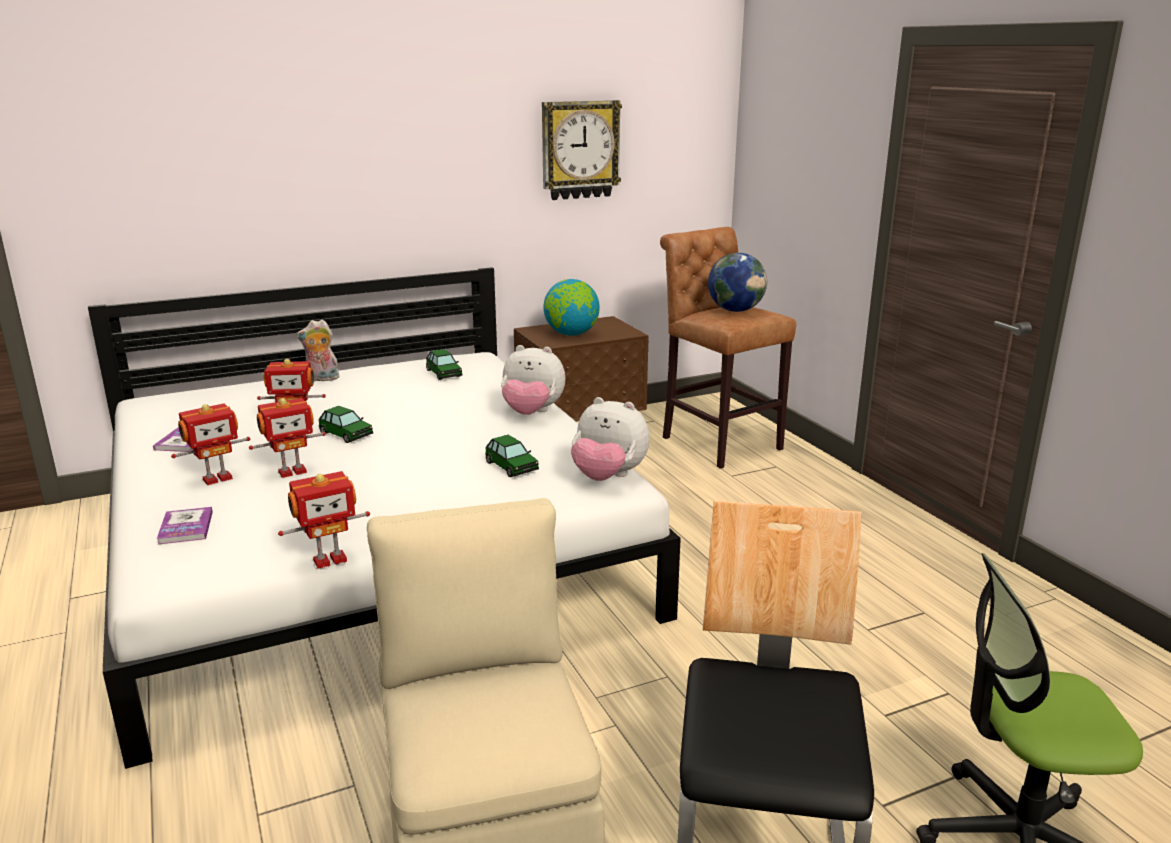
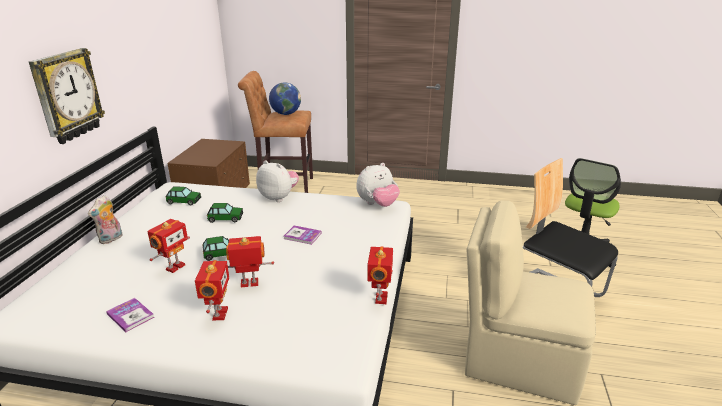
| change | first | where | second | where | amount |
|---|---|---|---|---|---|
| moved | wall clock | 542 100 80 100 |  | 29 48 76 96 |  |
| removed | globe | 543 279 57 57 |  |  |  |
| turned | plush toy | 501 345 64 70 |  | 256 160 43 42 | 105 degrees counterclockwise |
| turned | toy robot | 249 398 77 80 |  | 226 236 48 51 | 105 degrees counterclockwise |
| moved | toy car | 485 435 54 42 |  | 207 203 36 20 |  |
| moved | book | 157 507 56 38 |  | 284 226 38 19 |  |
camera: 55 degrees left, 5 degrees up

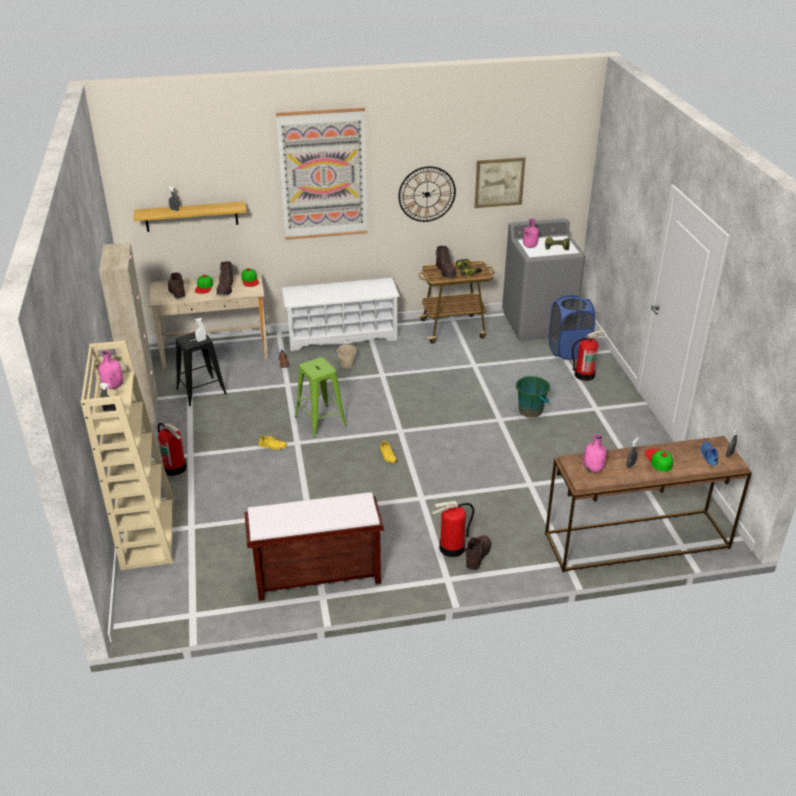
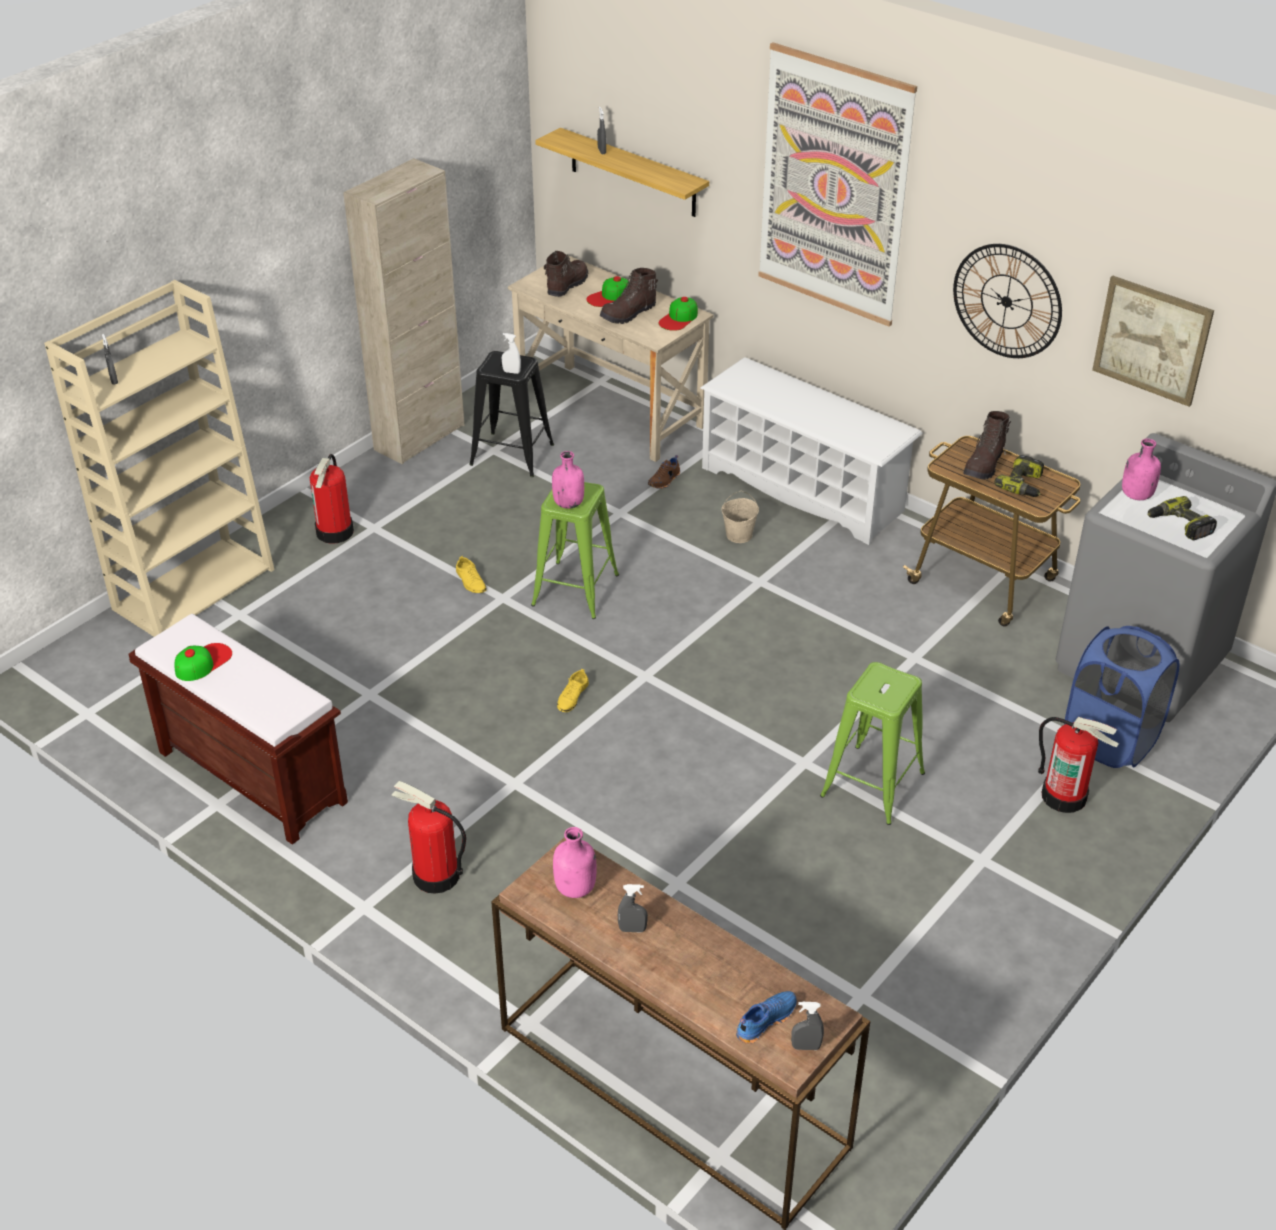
| change | first | where | second | where | amount |
|---|---|---|---|---|---|
| moved | pink bottle | 98 350 25 39 |  | 552 451 32 58 |  |
| replaced | green bucket | 516 376 34 42 | green stool | 820 662 105 163 |  |
| moved | cap | 645 448 28 24 |  | 175 643 57 38 |  |
| removed | brown boot | 465 535 26 35 |  |  |  |
camera: 50 degrees right, 5 degrees up

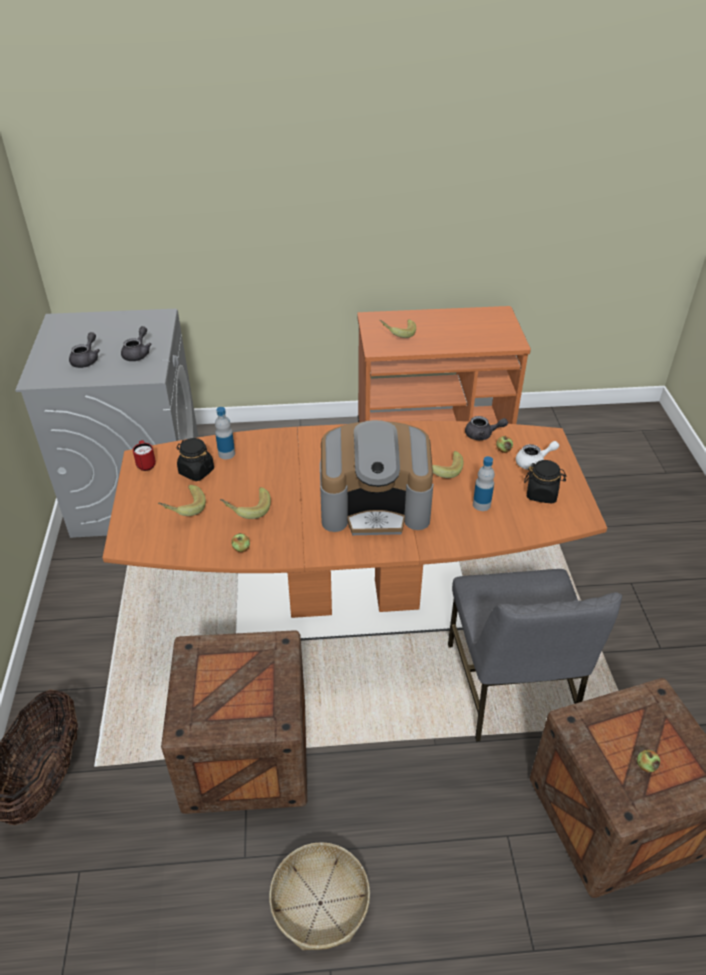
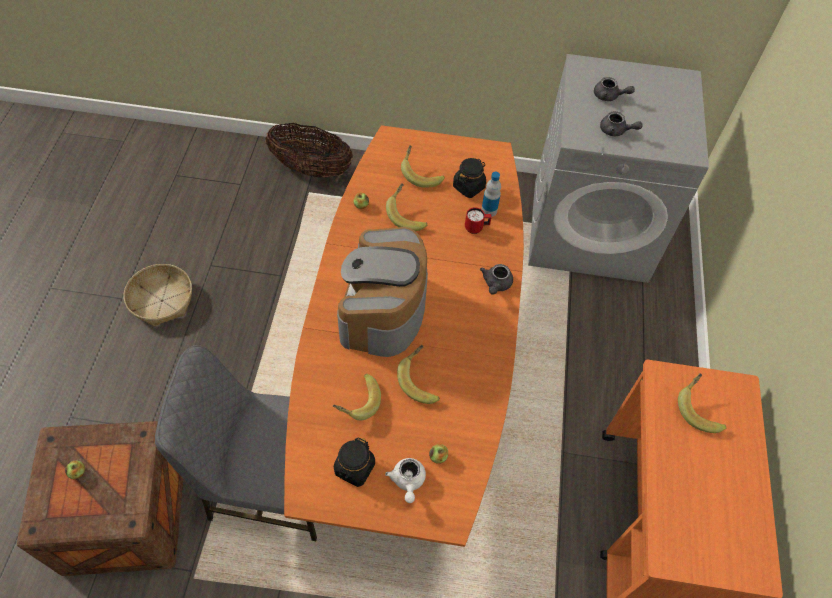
| change | first | where | second | where | amount |
|---|---|---|---|---|---|
| moved | grey teapot | 465 416 43 24 |  | 480 264 33 31 |  |
| moved | red mug | 133 440 23 31 |  | 465 207 27 27 |  |
| replaced | bottle | 473 456 22 55 | banana | 333 374 48 46 |  |
| removed | crate | 161 630 146 184 |  |  |  |
camera: 100 degrees right, 15 degrees up

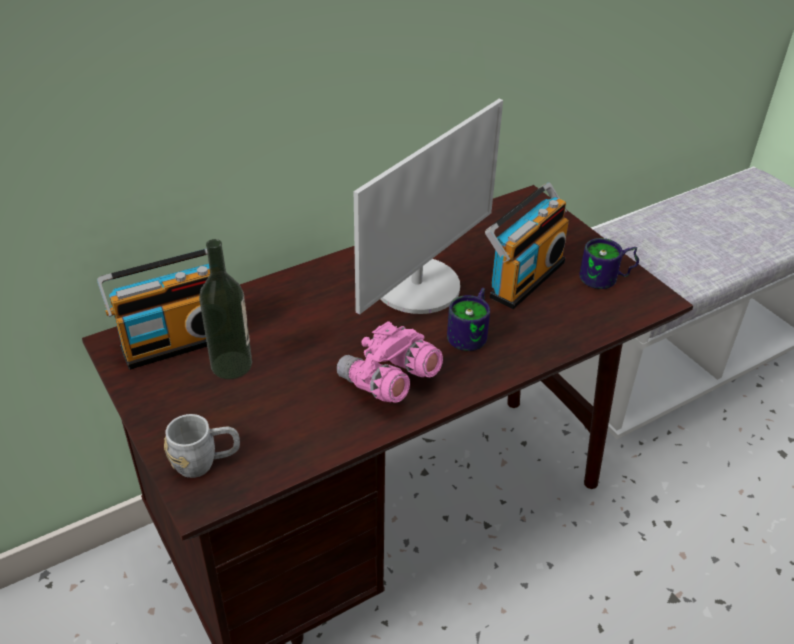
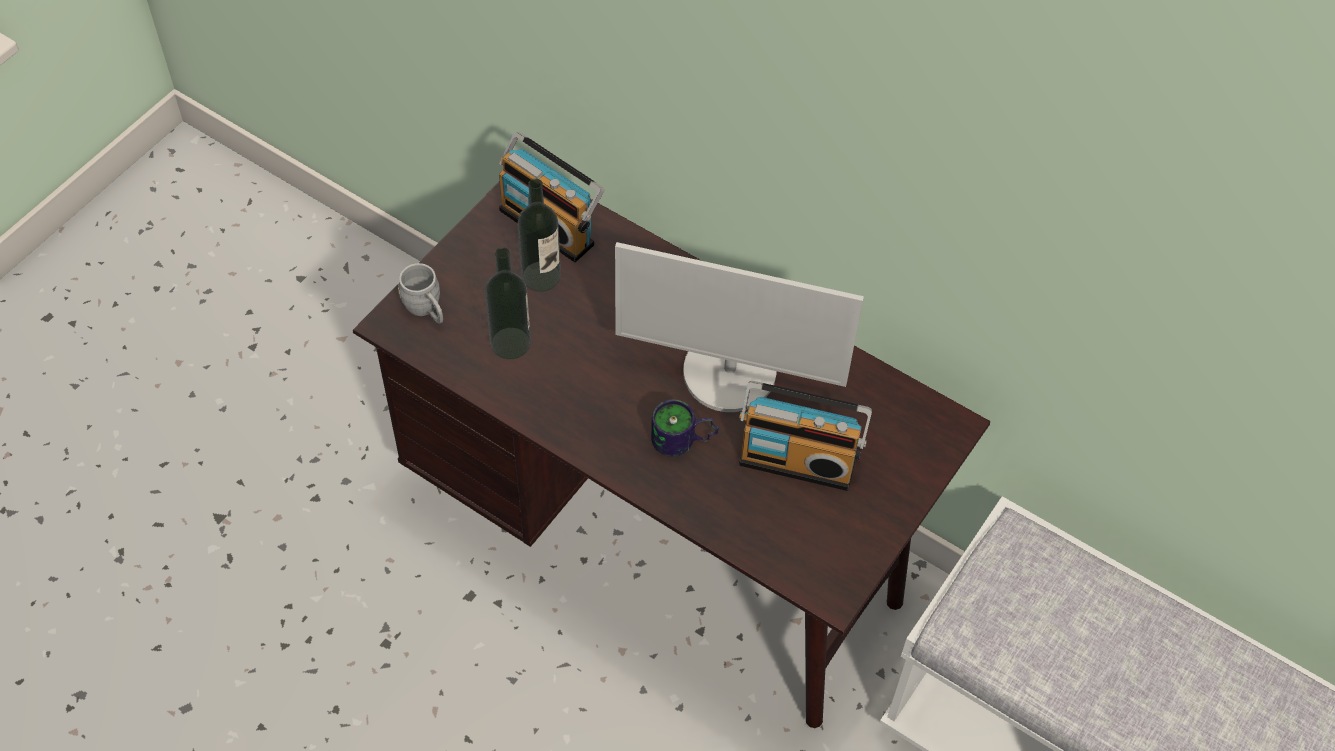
| change | first | where | second | where | amount |
|---|---|---|---|---|---|
| removed | mug | 579 238 60 51 |  |  |  |
| removed | pink binoculars | 337 321 106 82 |  |  |  |
| added |  |  | bottle | 485 247 46 112 |  |
camera: 65 degrees right, 15 degrees up

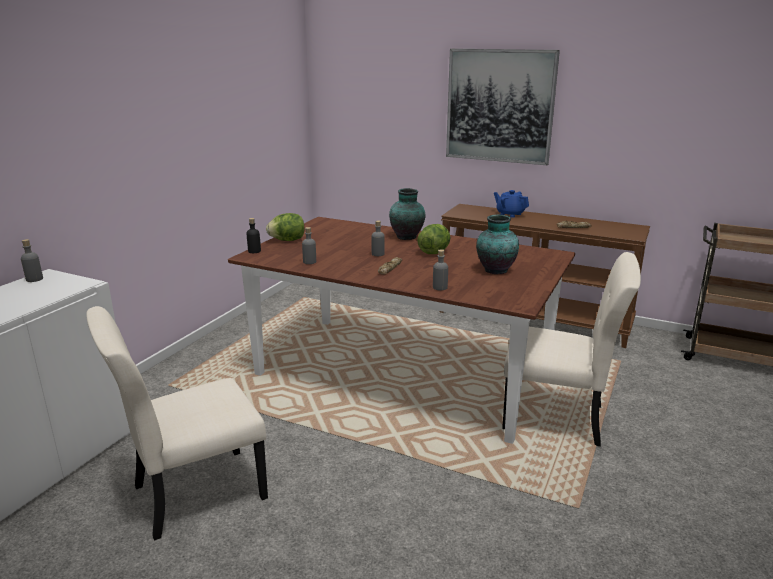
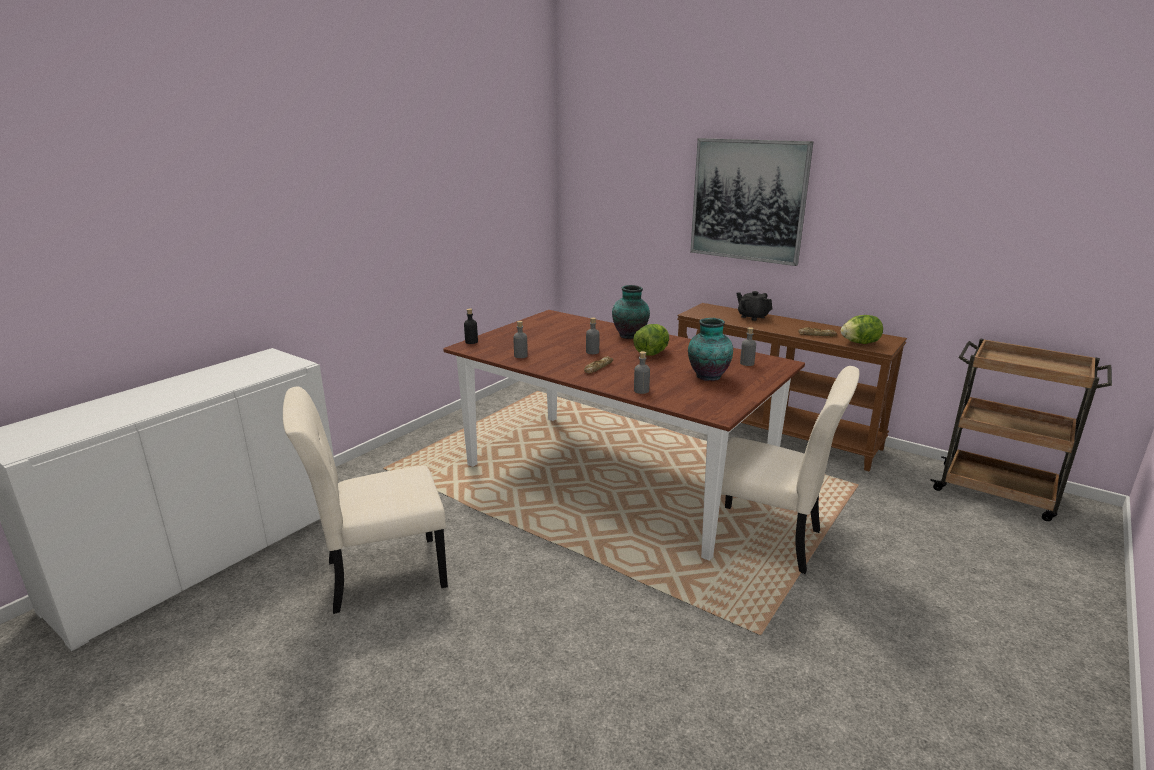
| change | first | where | second | where | amount |
|---|---|---|---|---|---|
| recoloured | blue teapot | 494 190 35 28 | black teapot | 736 291 36 30 |  |
| moved | lettuce | 266 213 38 28 |  | 841 315 42 29 |  |
| moved | grey bottle | 21 239 22 43 |  | 740 327 16 39 |  |
camera: 10 degrees right, 0 degrees up

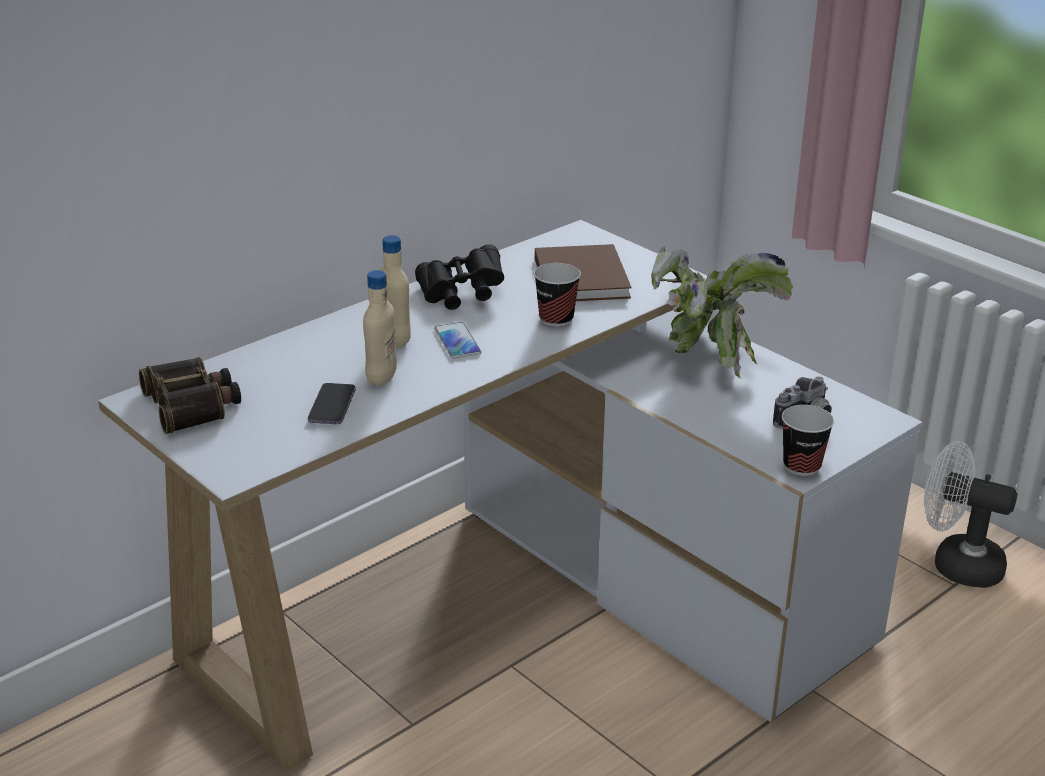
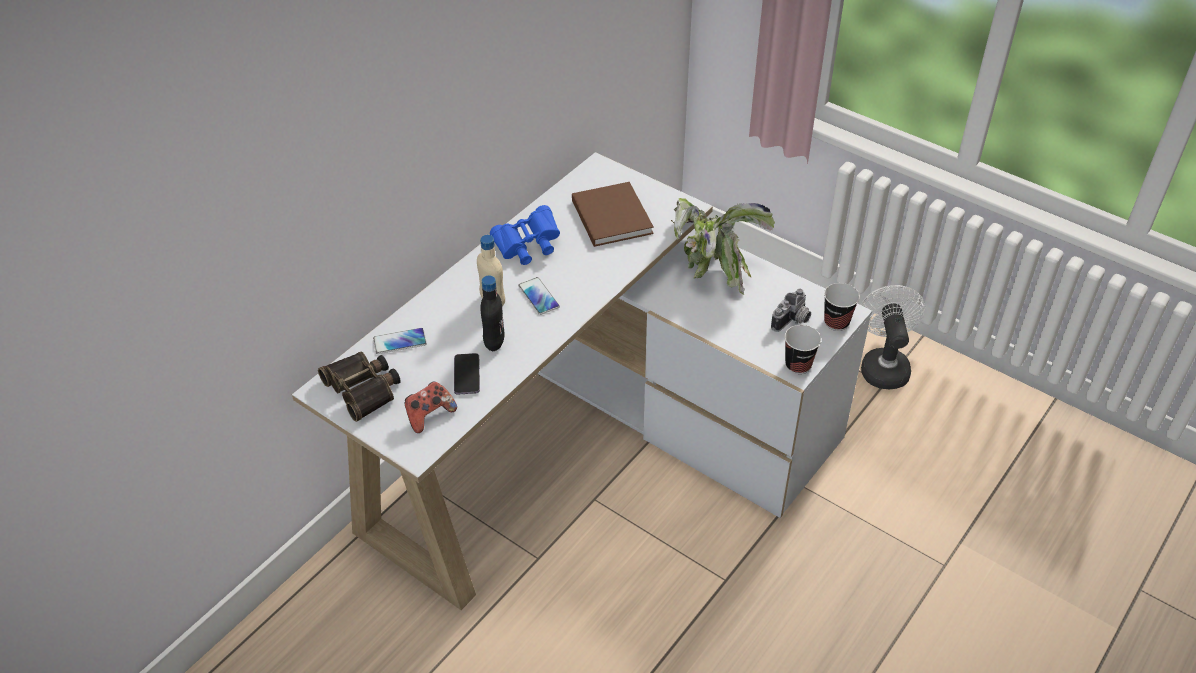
| change | first | where | second | where | amount |
|---|---|---|---|---|---|
| recoloured | black binoculars | 415 244 89 66 | blue binoculars | 490 205 70 60 |  |
| moved | cup | 534 263 47 64 |  | 824 283 36 48 |  |
| recoloured | beige bottle | 363 270 34 117 | black bottle | 480 276 24 75 |  |
| turned | white fan | 924 441 93 147 |  | 861 285 64 104 | 75 degrees clockwise |
| added |  |  | phone | 373 328 54 26 |  |
| added |  |  | game controller | 405 381 52 52 |  |
camera: 10 degrees left, 15 degrees up

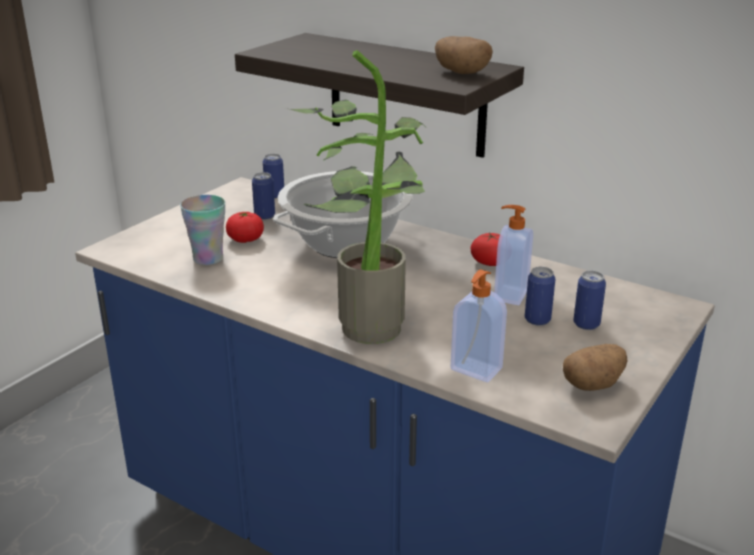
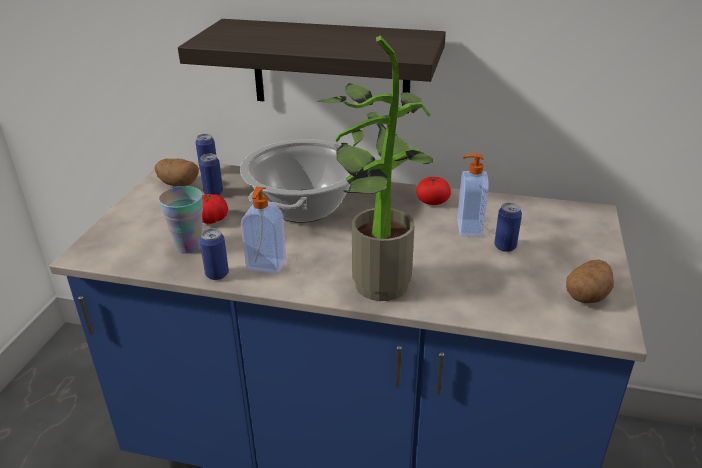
| change | first | where | second | where | amount |
|---|---|---|---|---|---|
| moved | potato | 435 36 58 38 |  | 155 159 44 27 |  |
| moved | soap dispenser | 451 269 56 113 |  | 241 187 45 87 |  |
| moved | can | 574 270 32 60 |  | 200 228 29 52 |  |
camera: 20 degrees left, 5 degrees up

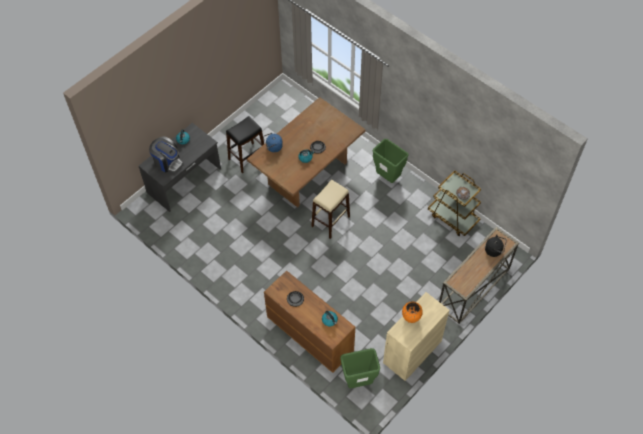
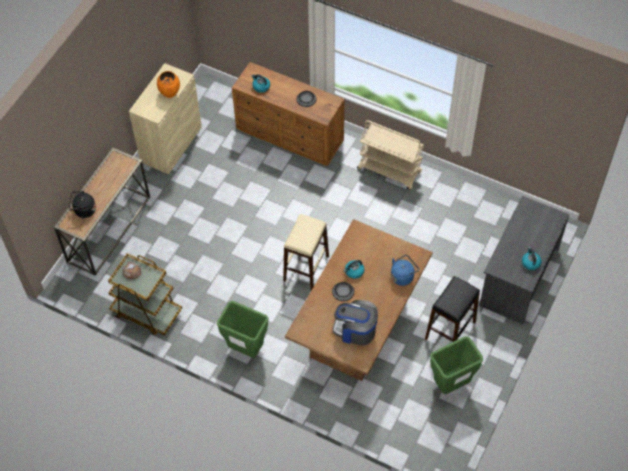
| change | first | where | second | where | amount |
|---|---|---|---|---|---|
| moved | coffee machine | 149 136 34 37 |  | 333 300 45 46 |  |
| moved | green trash can | 340 348 40 40 |  | 430 336 53 59 |  |
| added |  |  | beige cart | 357 120 67 70 |  |
camera: 165 degrees right, 0 degrees up

